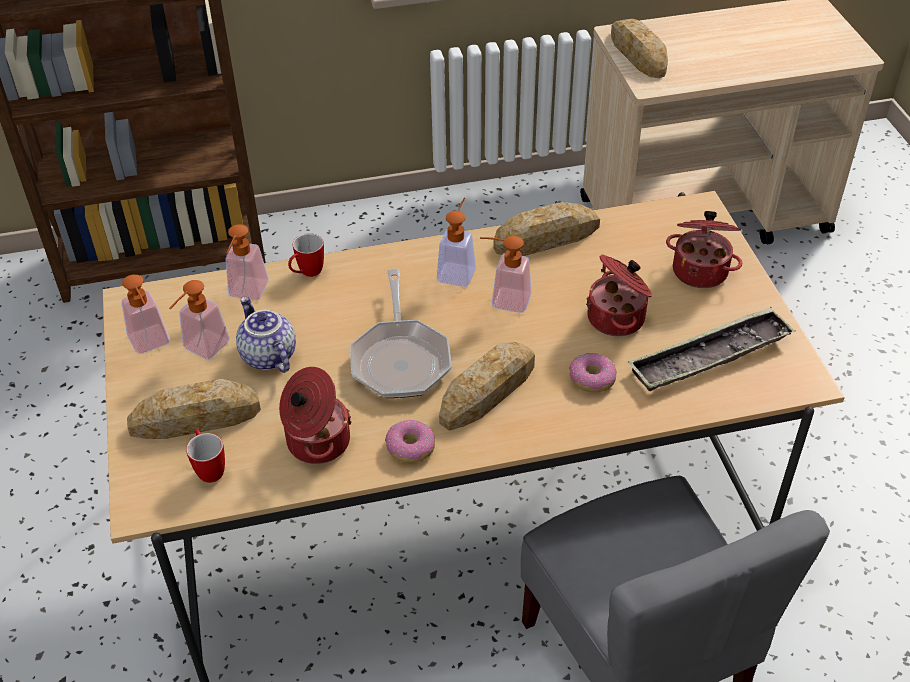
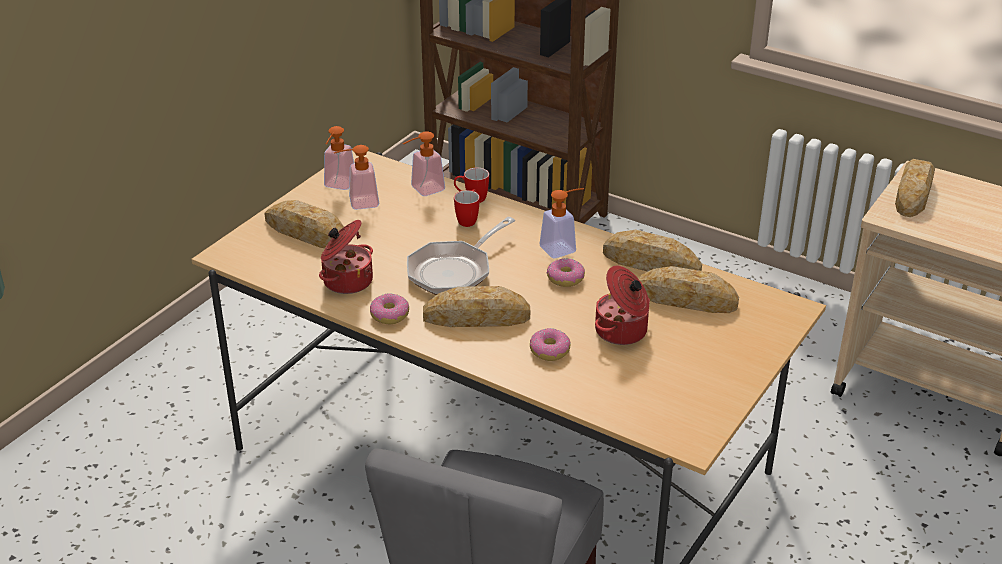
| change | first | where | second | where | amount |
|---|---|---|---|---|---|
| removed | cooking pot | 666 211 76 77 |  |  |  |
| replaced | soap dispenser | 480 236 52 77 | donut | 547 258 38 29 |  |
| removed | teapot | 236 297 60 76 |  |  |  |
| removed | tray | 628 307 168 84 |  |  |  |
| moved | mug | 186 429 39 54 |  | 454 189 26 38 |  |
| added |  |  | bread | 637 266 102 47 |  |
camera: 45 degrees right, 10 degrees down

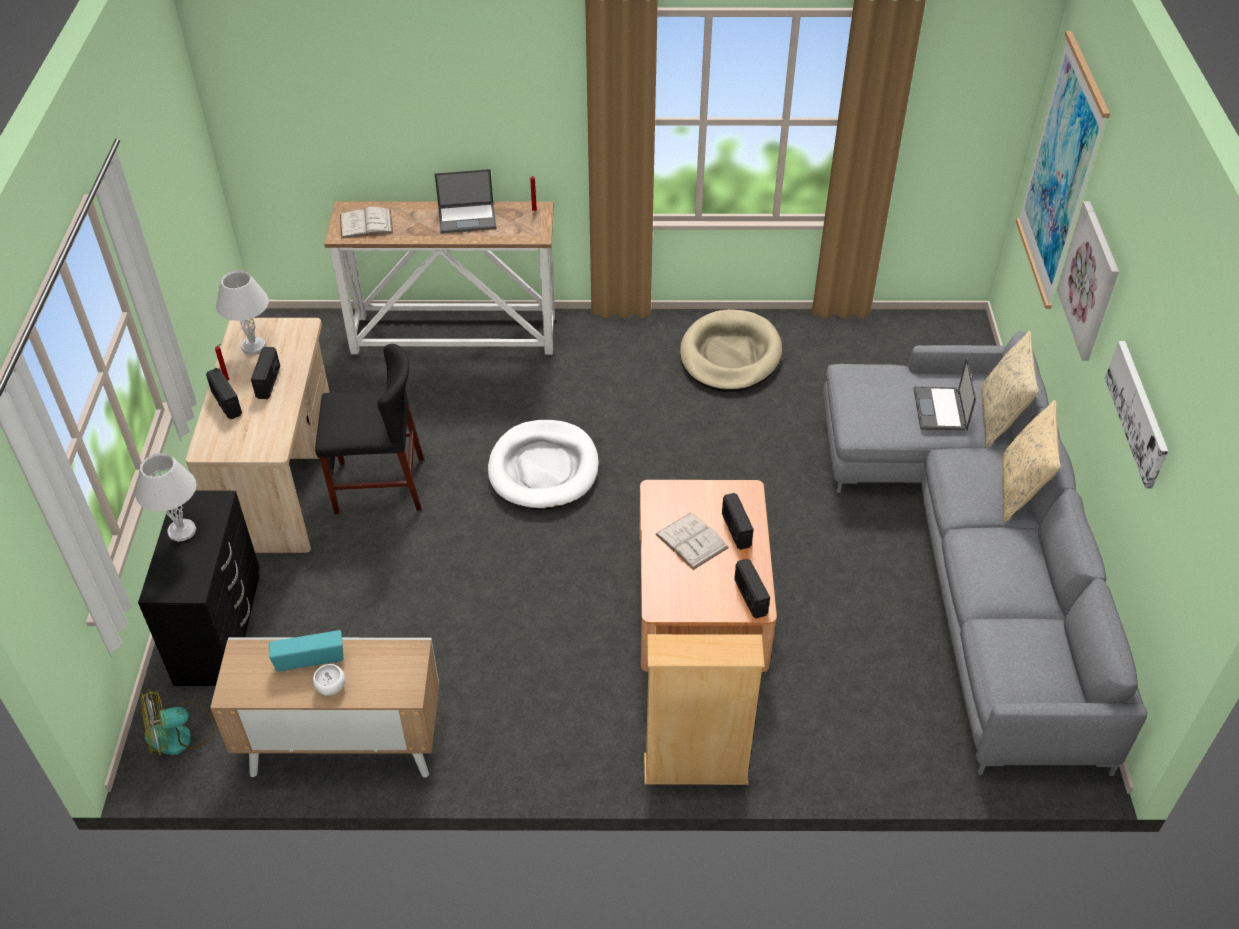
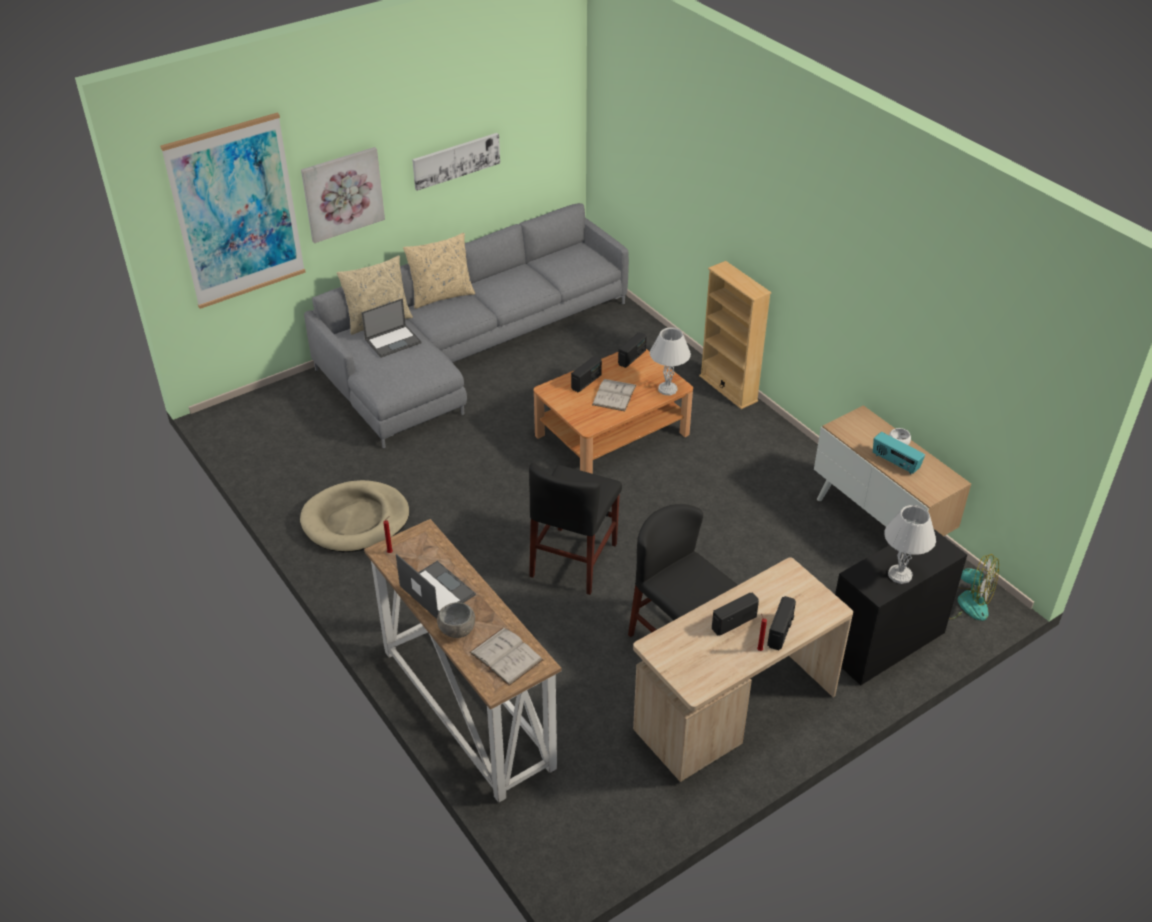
| change | first | where | second | where | amount |
|---|---|---|---|---|---|
| moved | white table lamp | 216 270 53 84 |  | 650 327 41 68 |  |
| replaced | white dog bed | 488 420 111 90 | black chair | 529 463 93 132 |  |
| added |  |  | grey bowl | 437 602 38 36 |  |
camera: 125 degrees left, 5 degrees down

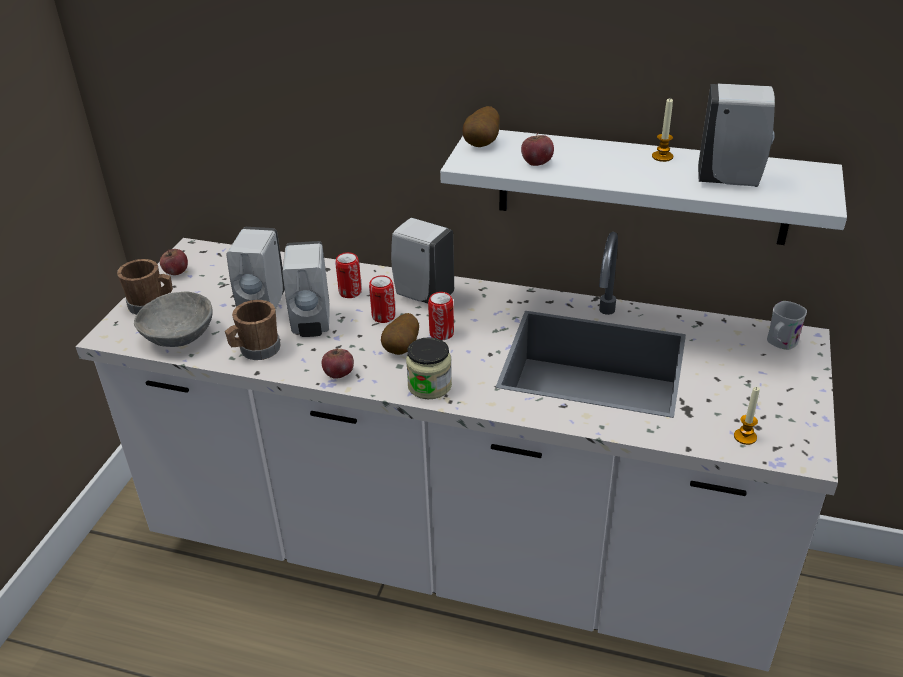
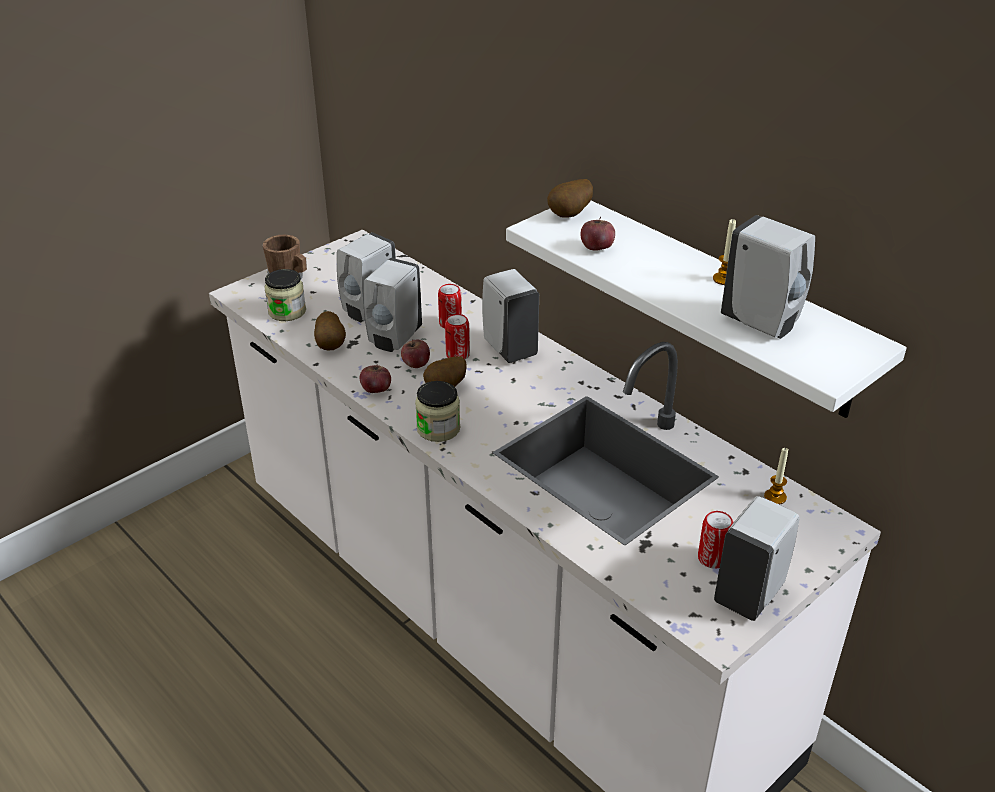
| change | first | where | second | where | amount |
|---|---|---|---|---|---|
| moved | apple | 160 249 28 26 |  | 401 339 29 29 |  |
| replaced | grey bowl | 134 291 79 56 | jar | 264 269 42 52 |  |
| moved | can | 428 292 26 48 |  | 698 511 35 58 |  |
| replaced | brown mug | 225 300 55 60 | potato | 314 311 32 40 |  |
| removed | white mug | 767 301 40 49 |  |  |  |
| moved | candle | 734 387 26 58 |  | 764 447 25 58 |  |
| added |  |  | white soap dispenser | 714 496 86 125 |  |
camera: 30 degrees right, 0 degrees up

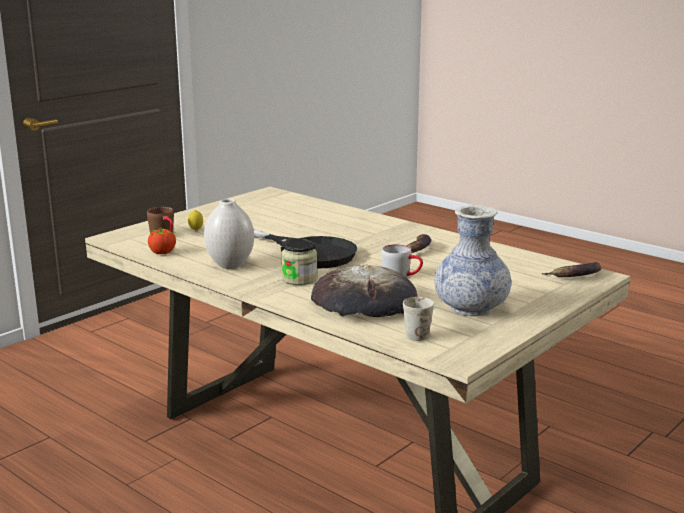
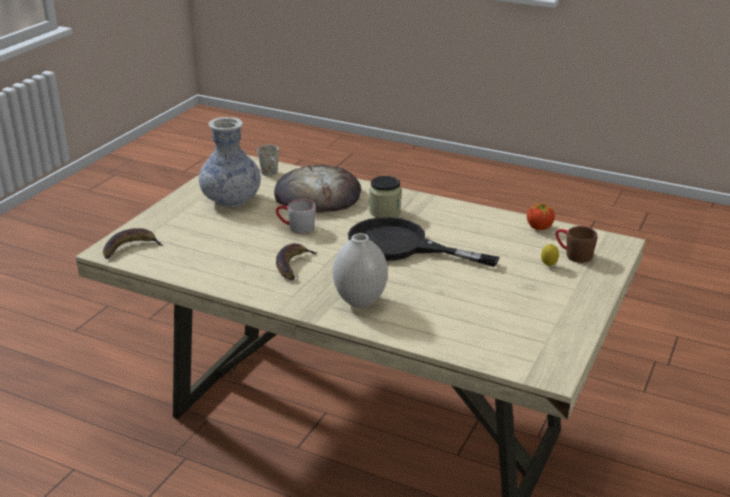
| change | first | where | second | where | amount |
|---|---|---|---|---|---|
| moved | white vase | 204 199 50 70 |  | 333 233 55 75 |  |
camera: 165 degrees right, 10 degrees up

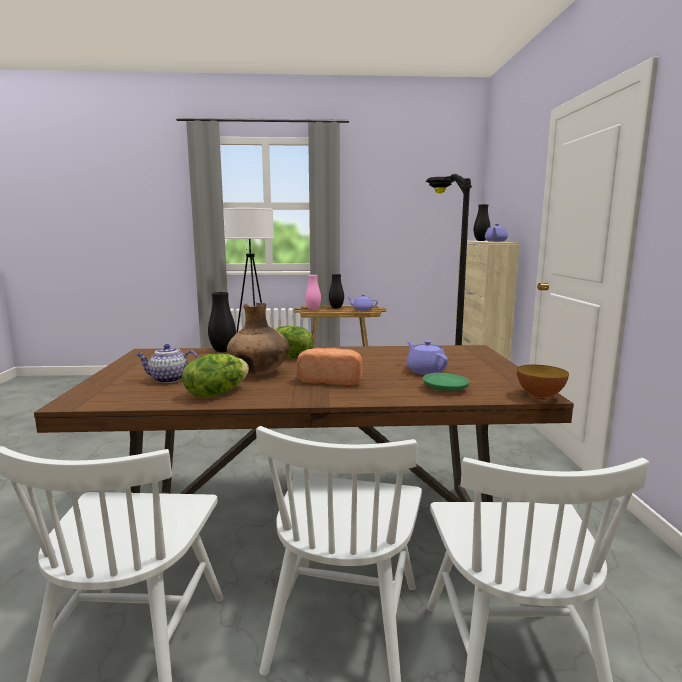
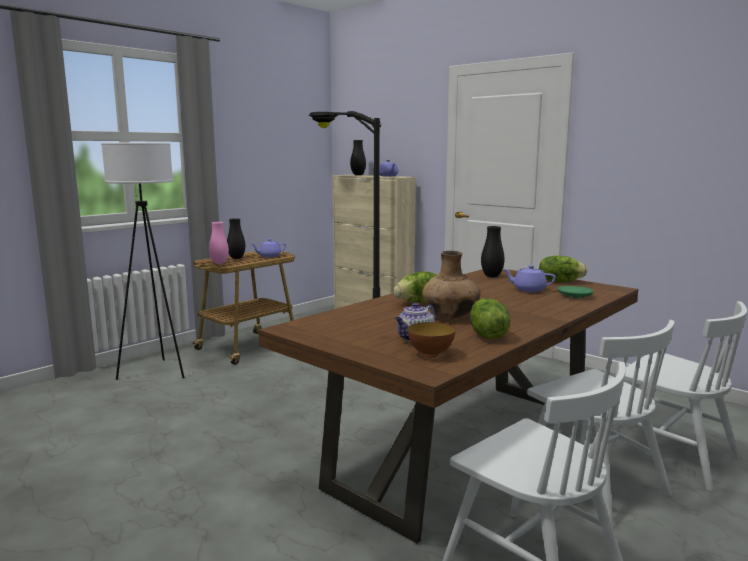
| change | first | where | second | where | amount |
|---|---|---|---|---|---|
| moved | black vase | 208 292 28 60 |  | 481 226 23 51 |  |
| removed | bread | 296 348 66 37 |  |  |  |
| moved | bowl | 517 365 52 35 |  | 408 322 47 35 |  |
| added |  |  | lettuce | 539 256 48 26 |  |
camera: 45 degrees left, 0 degrees up

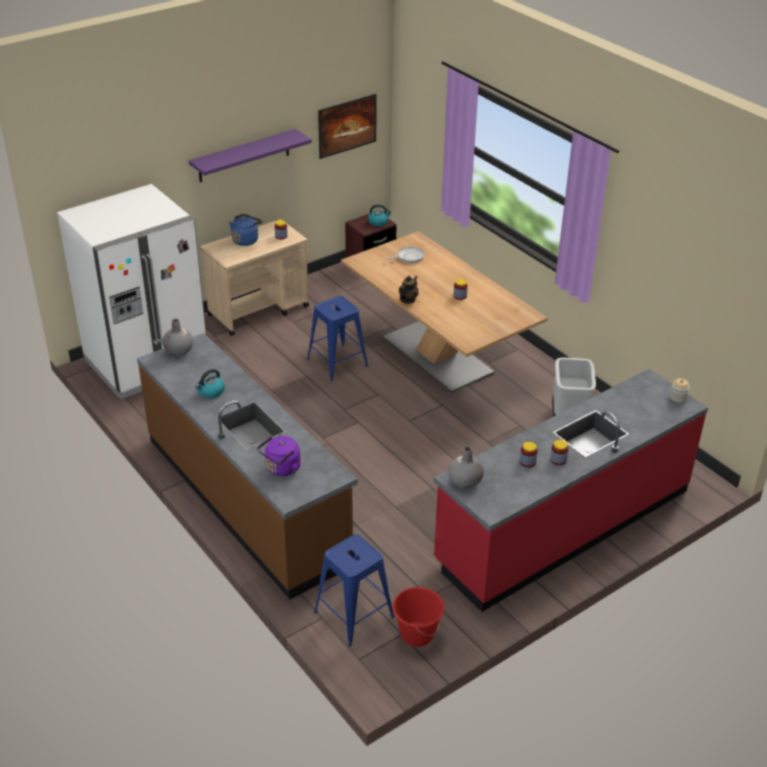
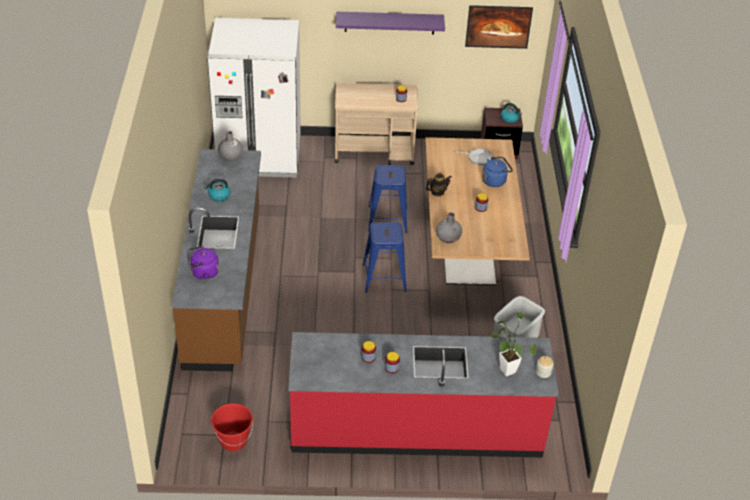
| change | first | where | second | where | amount |
|---|---|---|---|---|---|
| moved | blue kettle | 229 214 33 32 |  | 482 157 31 30 |  |
| moved | grey vase | 448 446 36 43 |  | 436 212 26 31 |  |
| moved | blue stool | 314 534 80 112 |  | 363 222 44 71 |  |
| added |  |  | potted plant | 490 312 46 64 |  |
camera: 35 degrees right, 5 degrees up

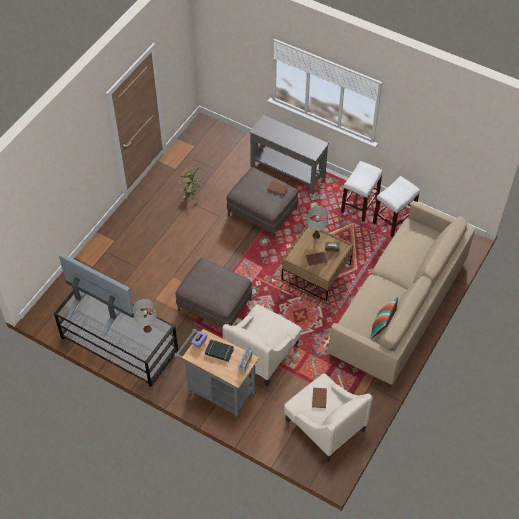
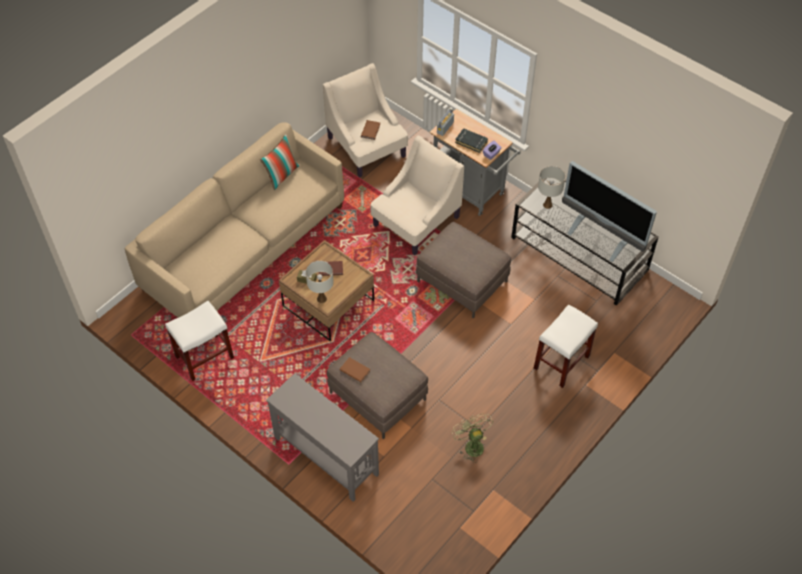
| change | first | where | second | where | amount |
|---|---|---|---|---|---|
| moved | white stool | 341 161 42 61 |  | 533 304 65 84 |  |
camera: 170 degrees left, 0 degrees up

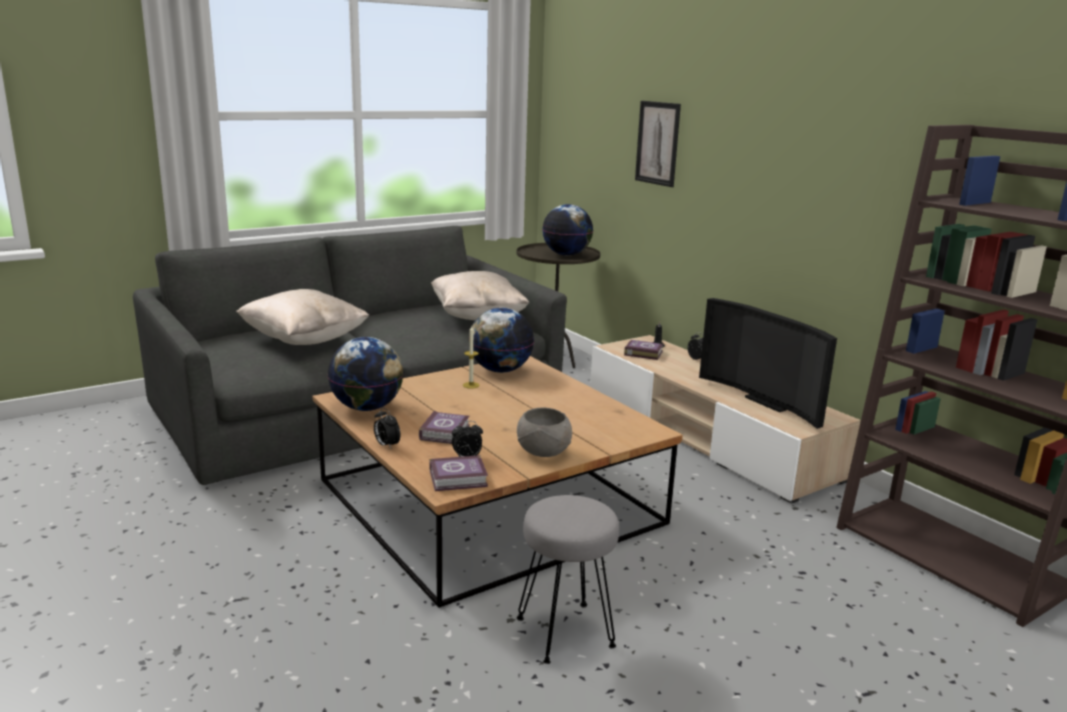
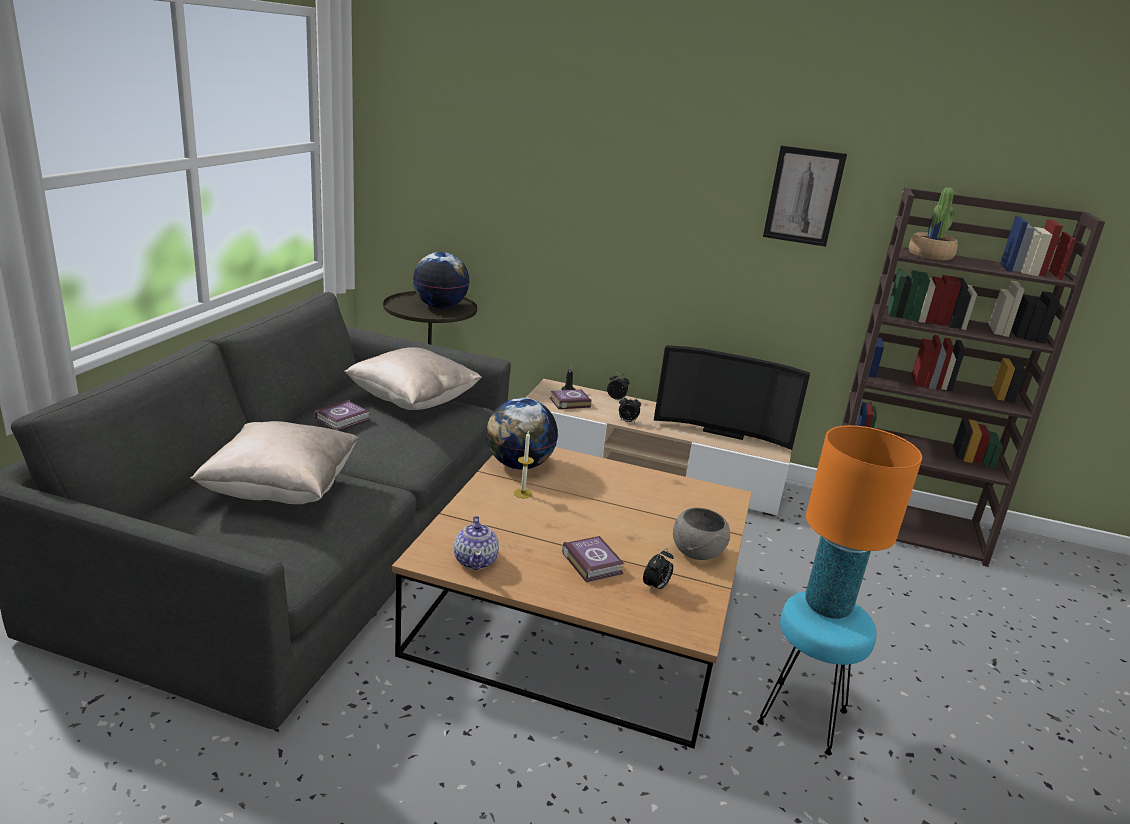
| change | first | where | second | where | amount |
|---|---|---|---|---|---|
| moved | picture | 635 101 46 86 |  | 763 145 84 102 |  |
| replaced | globe | 328 337 76 74 | teapot | 454 516 45 54 |  |
| moved | alarm clock | 374 408 26 42 |  | 619 395 22 28 |  |
| moved | book | 430 455 58 36 |  | 315 400 55 31 |  |
| recoloured | grey stool | 517 495 102 169 | turquoise stool | 757 591 120 164 |  |
| added |  |  | potted plant | 909 187 49 74 |  |
| added |  |  | orange table lamp | 805 425 117 194 |  |
camera: 40 degrees left, 5 degrees up

